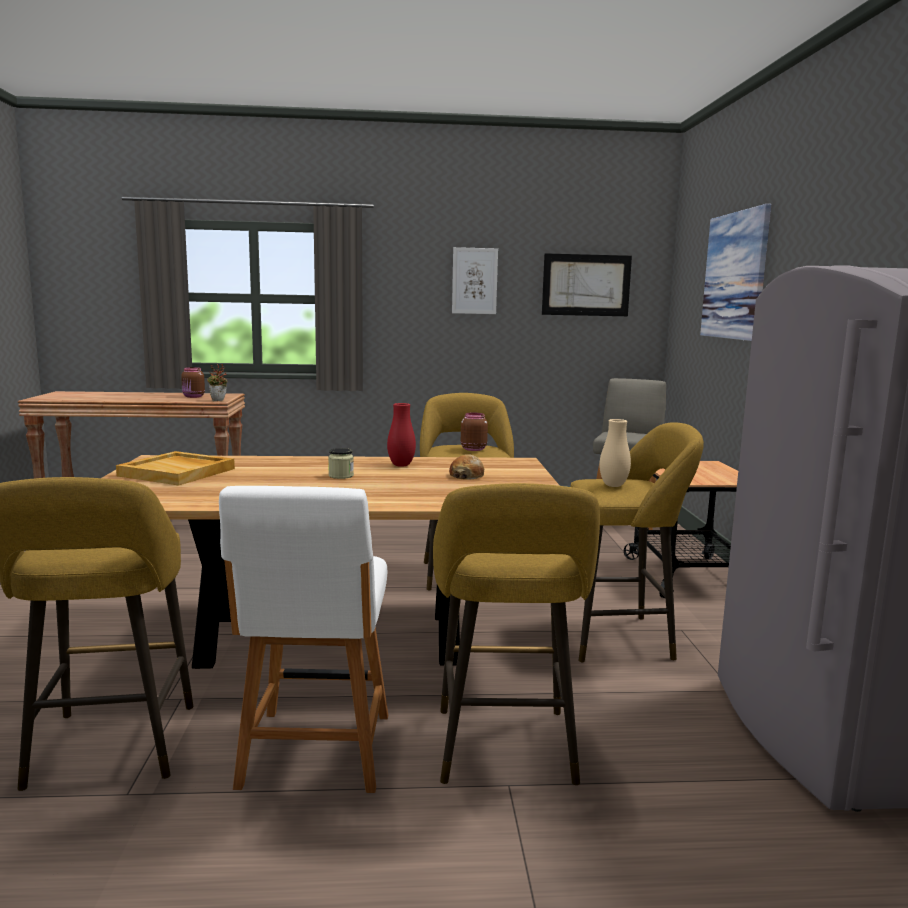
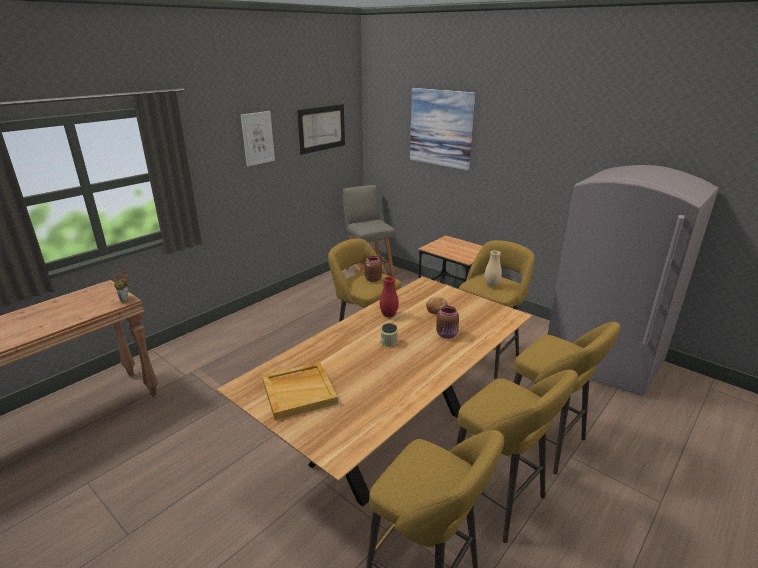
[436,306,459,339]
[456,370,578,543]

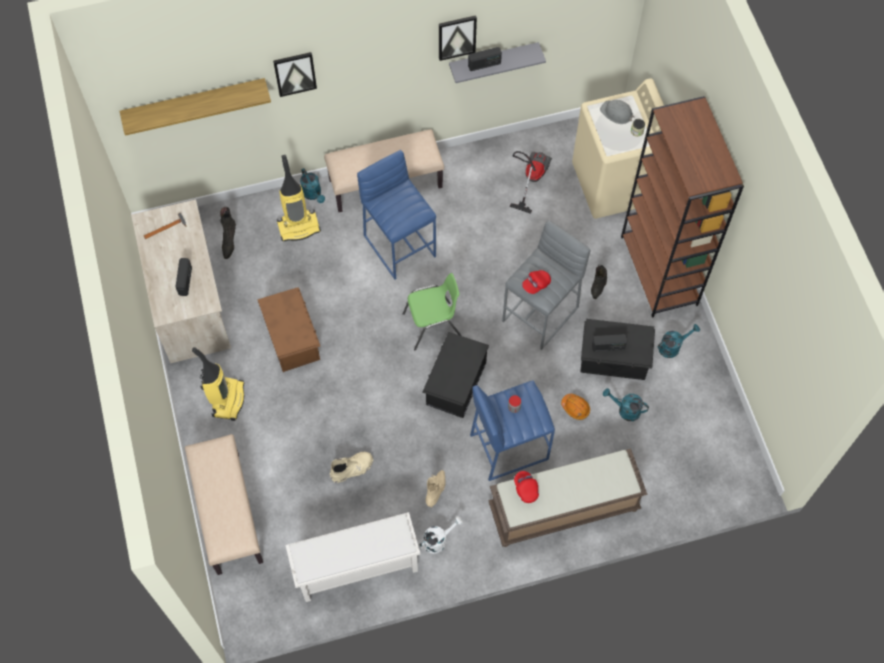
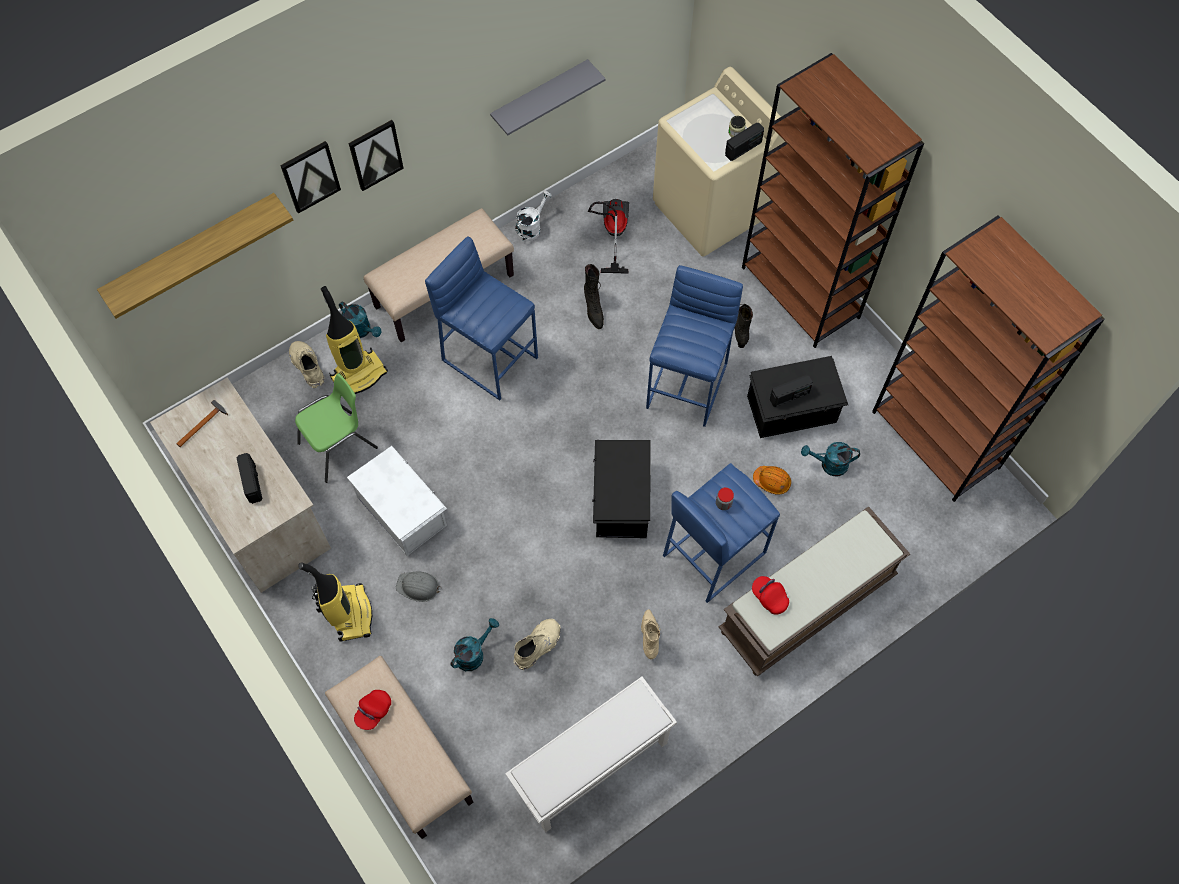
[584,264,604,329]
[347,446,447,556]
[295,373,378,483]
[515,191,552,241]
[348,120,404,191]
[725,122,764,161]
[646,265,743,427]
[354,690,391,730]
[396,571,442,602]
[450,618,499,671]
[289,341,324,388]
[872,216,1105,502]

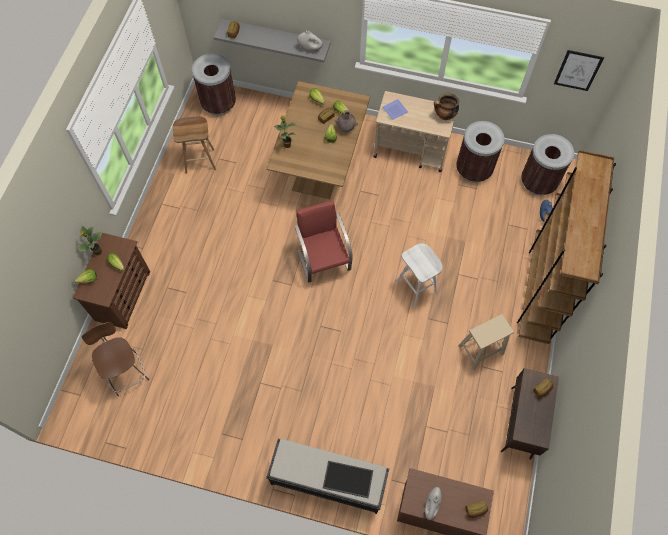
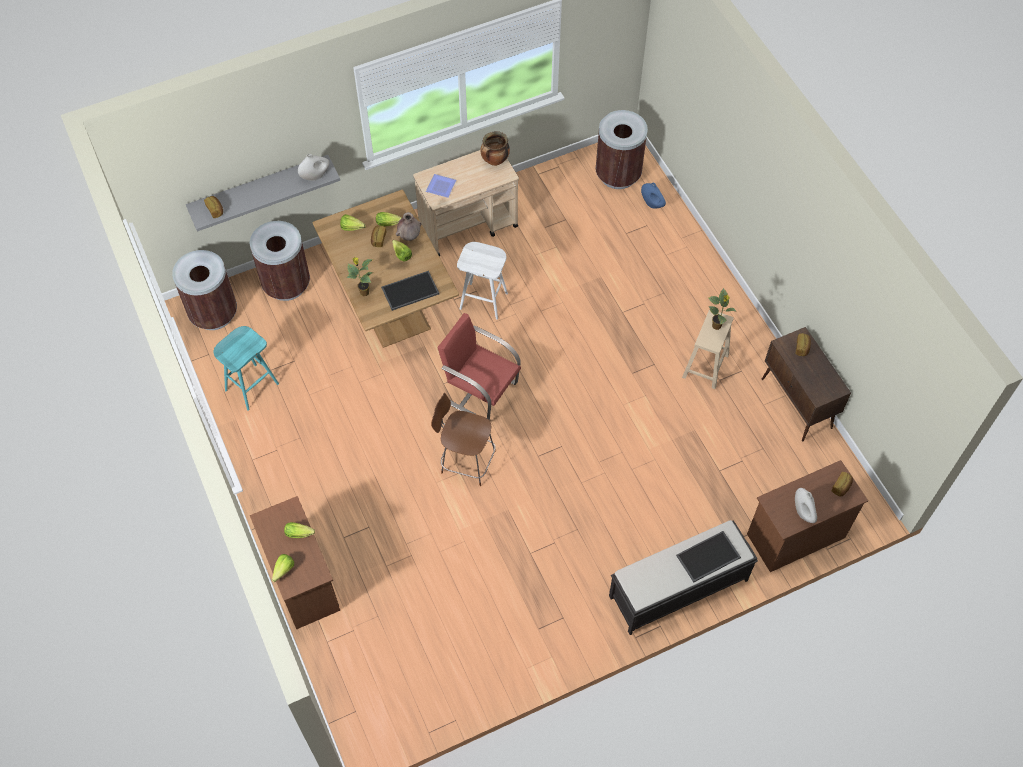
[708,288,736,330]
[431,393,496,486]
[214,326,279,411]
[457,242,508,320]
[250,221,310,301]
[517,150,616,344] (first image)
[554,50,604,91] (first image)
[381,271,440,311]

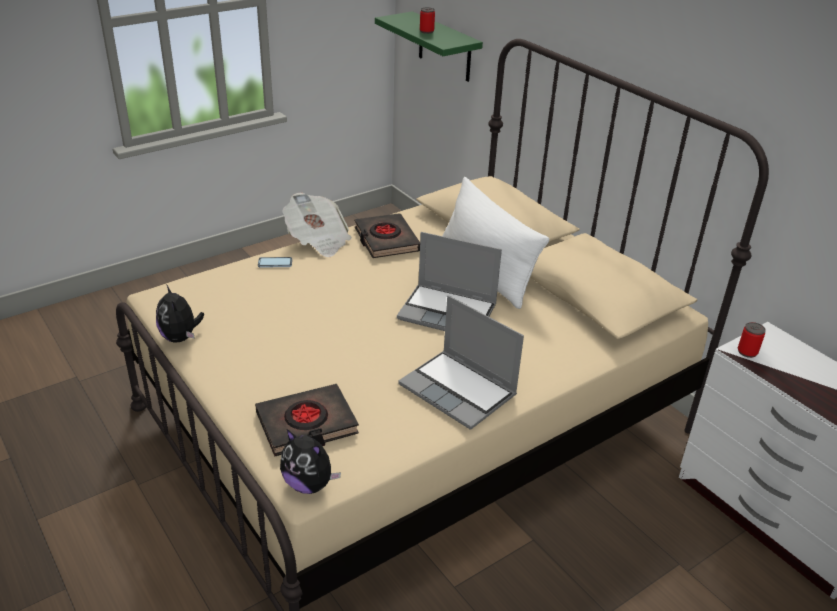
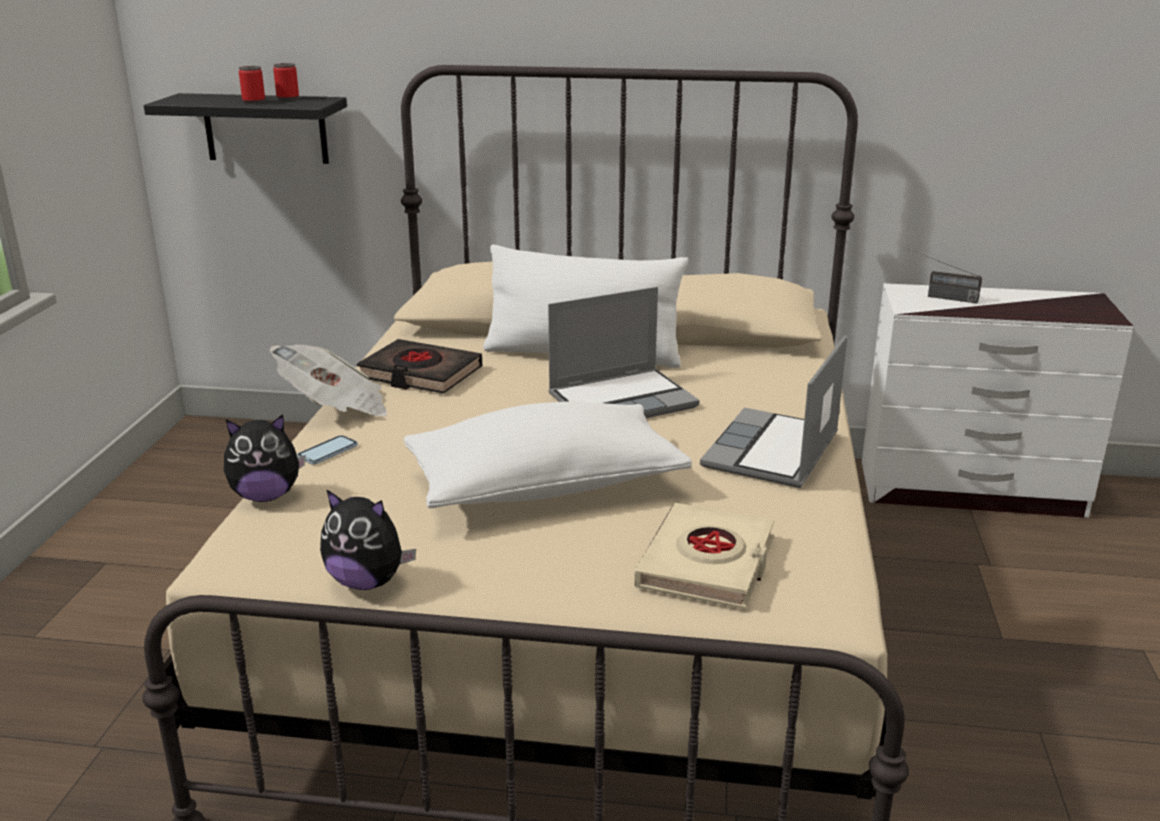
[634,503,774,610]
[224,414,305,502]
[144,93,347,164]
[700,335,847,488]
[273,63,299,100]
[404,401,692,508]
[909,249,982,303]

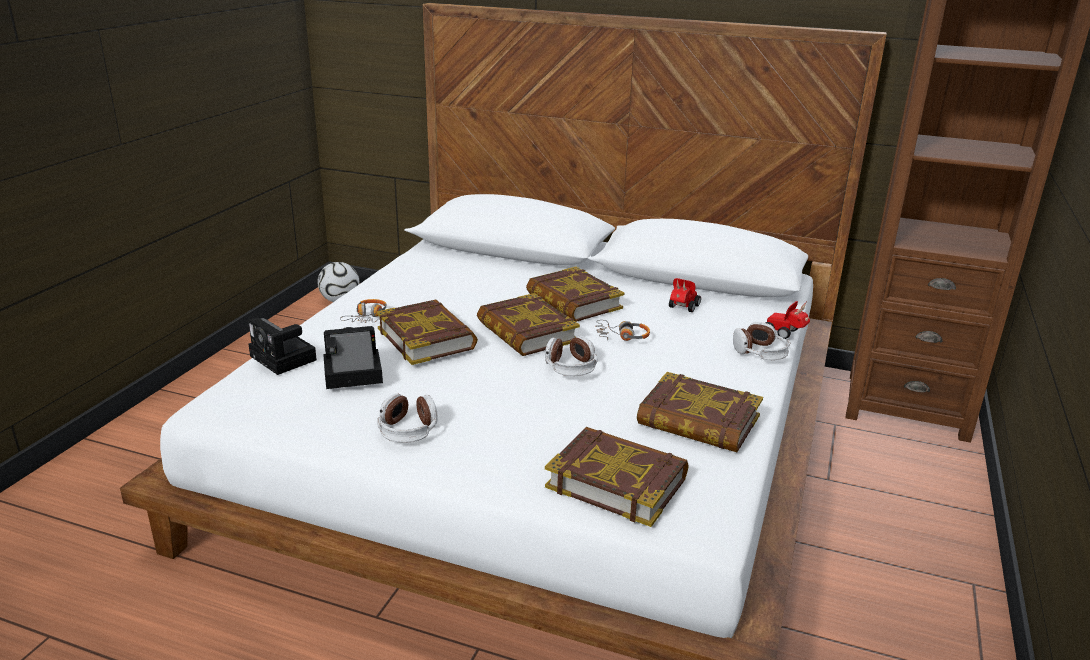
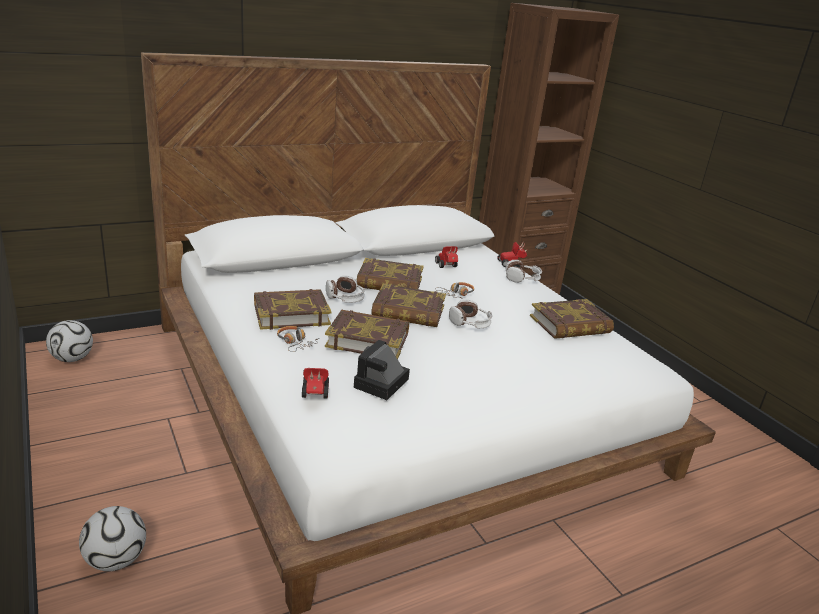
[302,368,329,399]
[326,275,365,303]
[254,289,331,330]
[79,506,146,571]

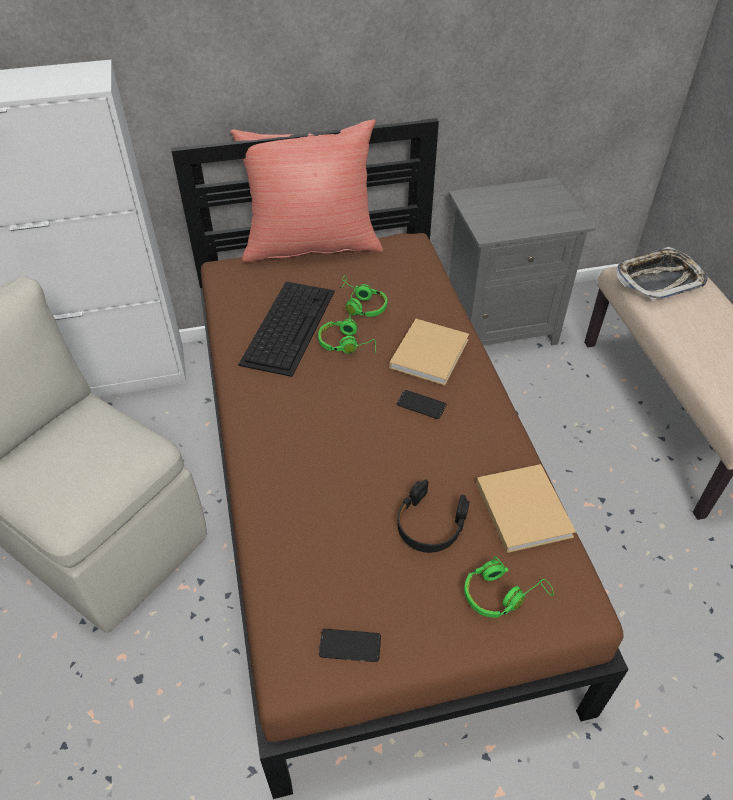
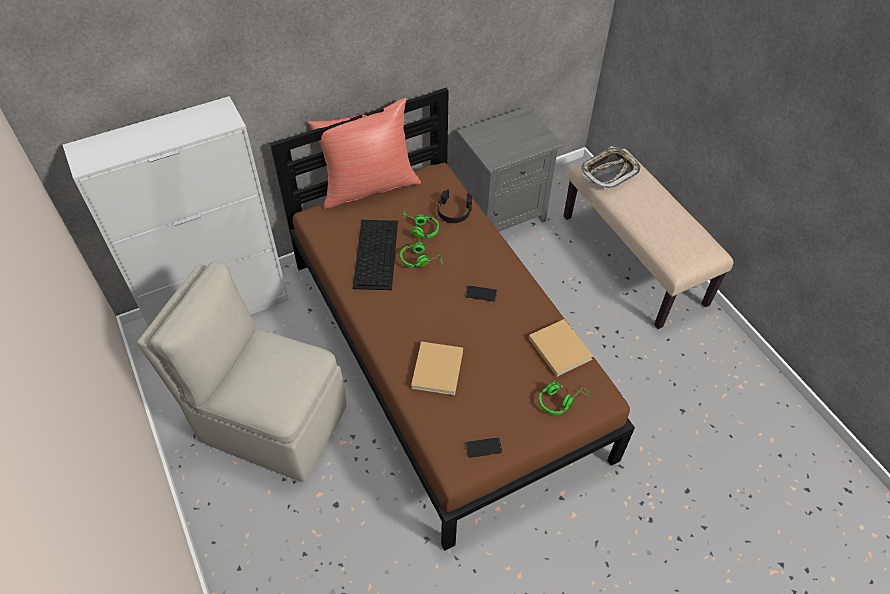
[411,342,463,395]
[437,189,472,223]

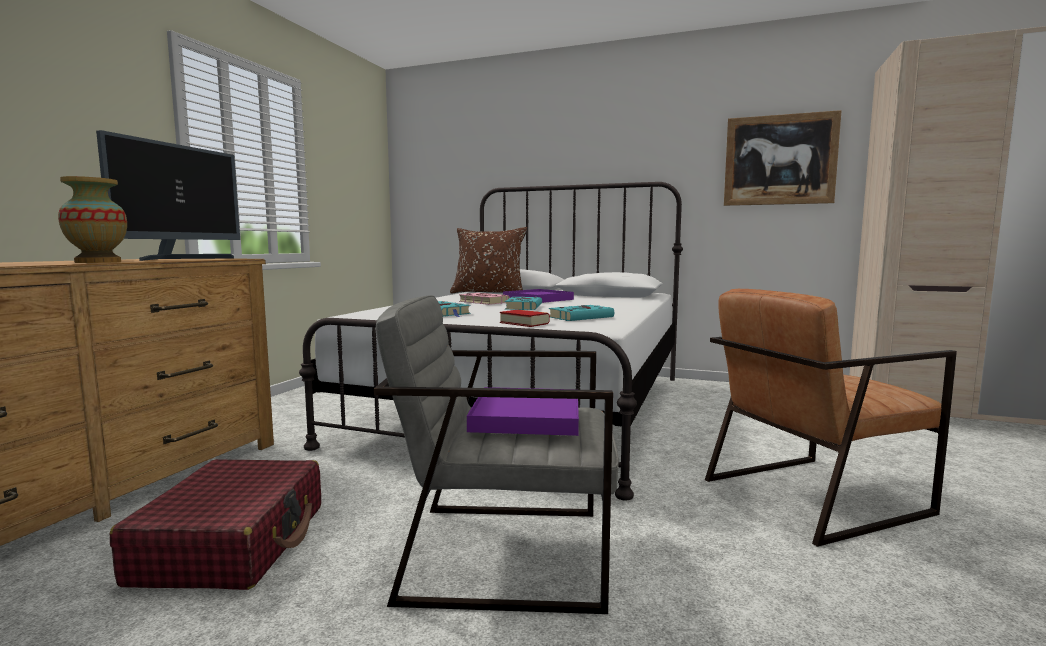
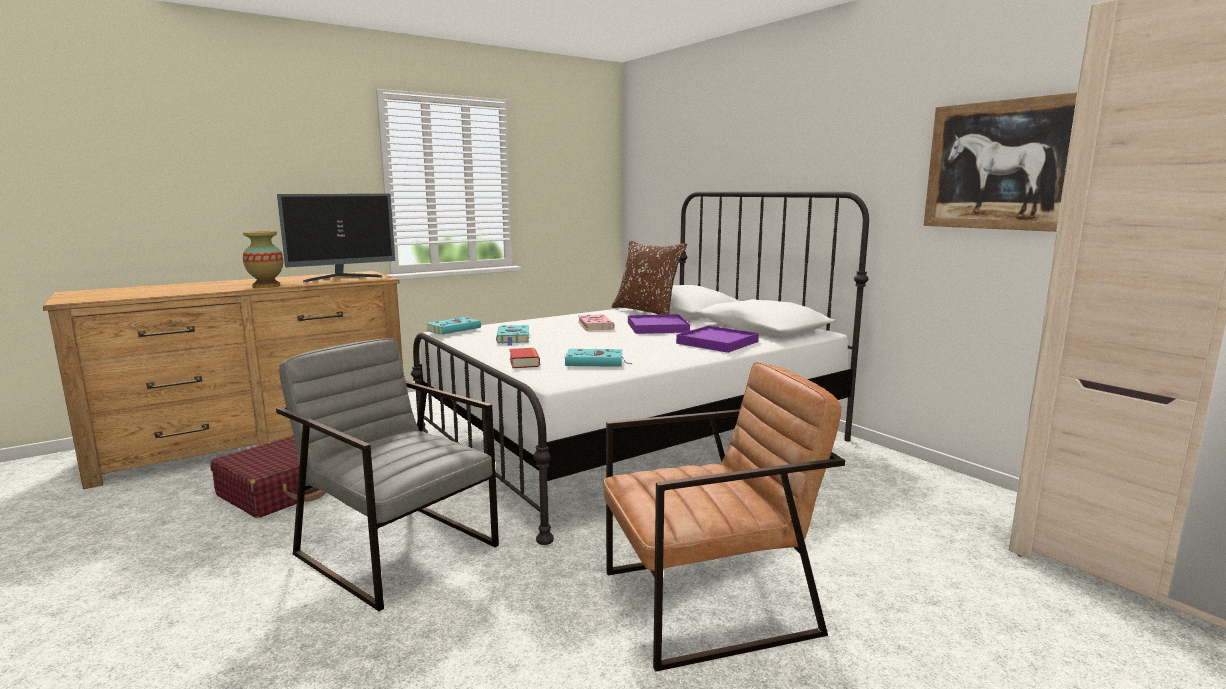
[676,326,759,353]
[426,317,481,335]
[604,362,845,672]

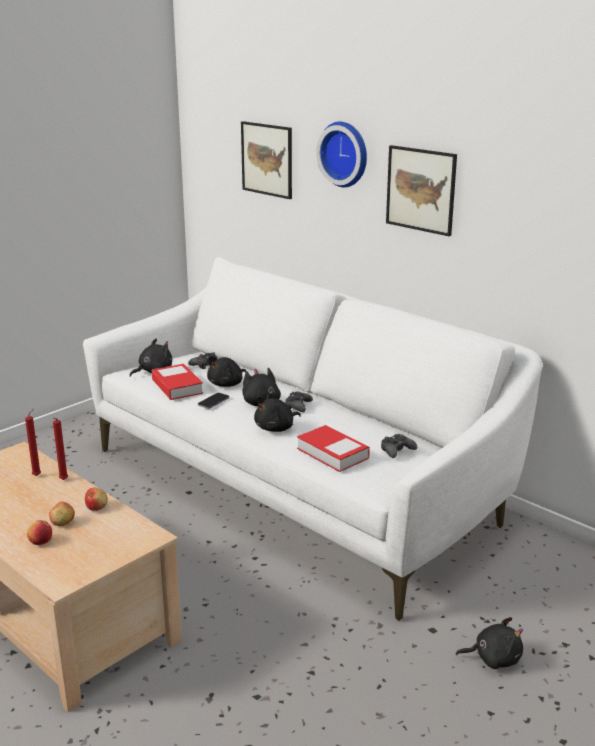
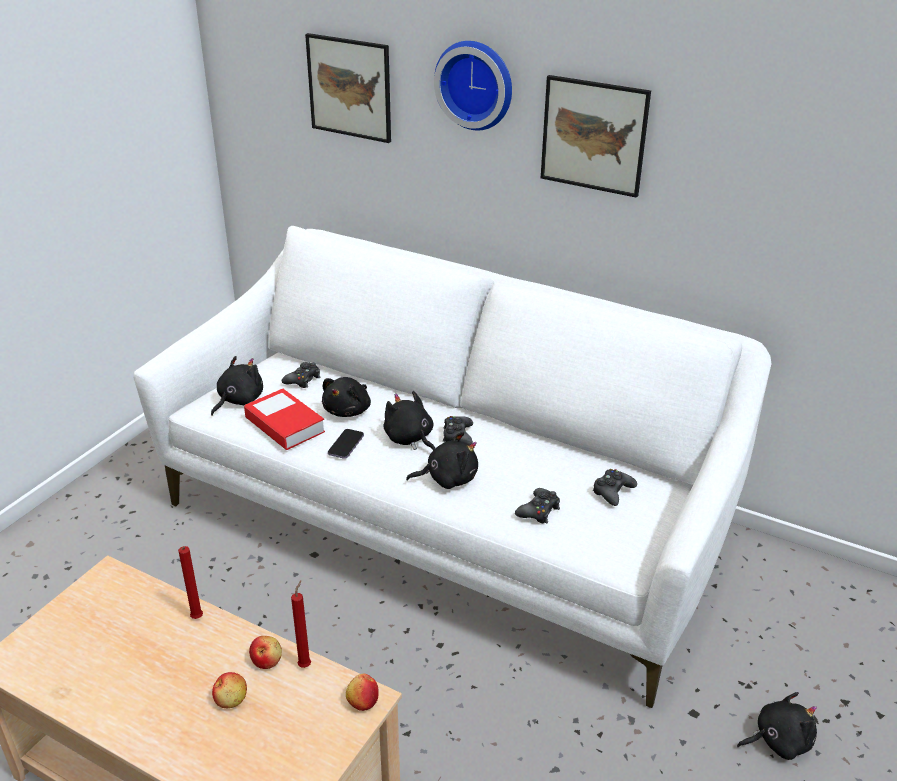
[291,580,311,668]
[346,674,379,711]
[406,432,478,489]
[515,488,560,523]

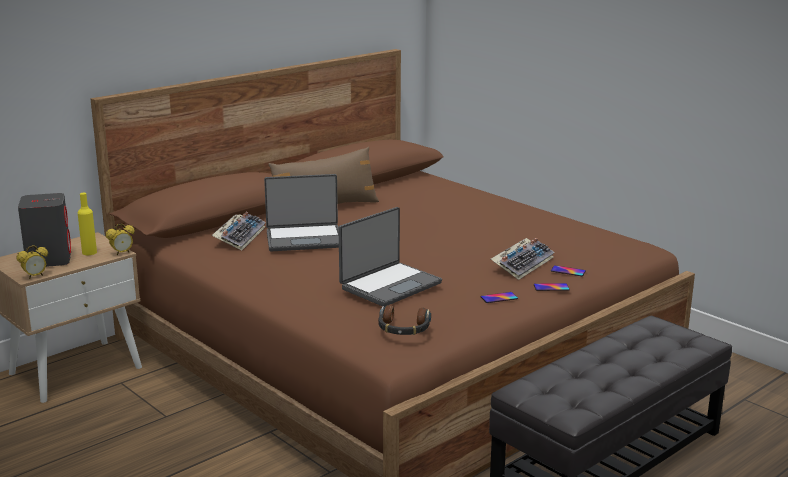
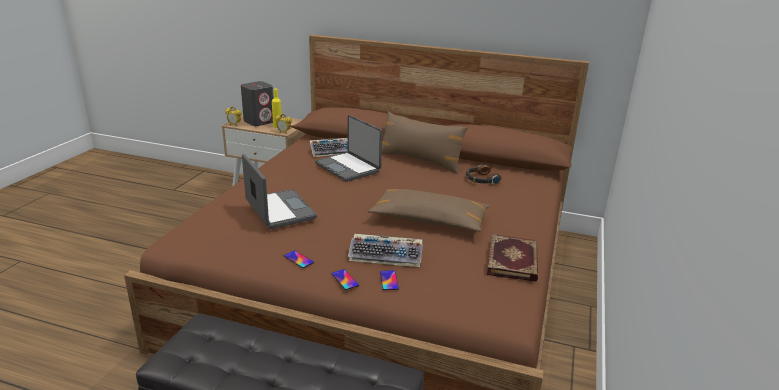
[242,154,317,229]
[466,164,501,184]
[368,189,490,232]
[487,234,538,282]

